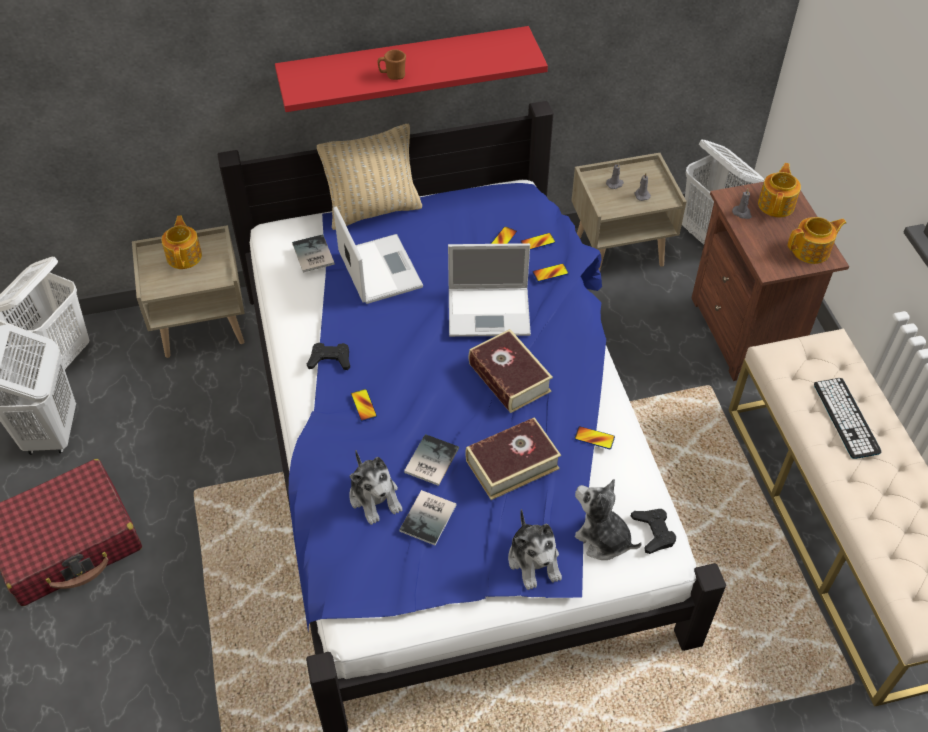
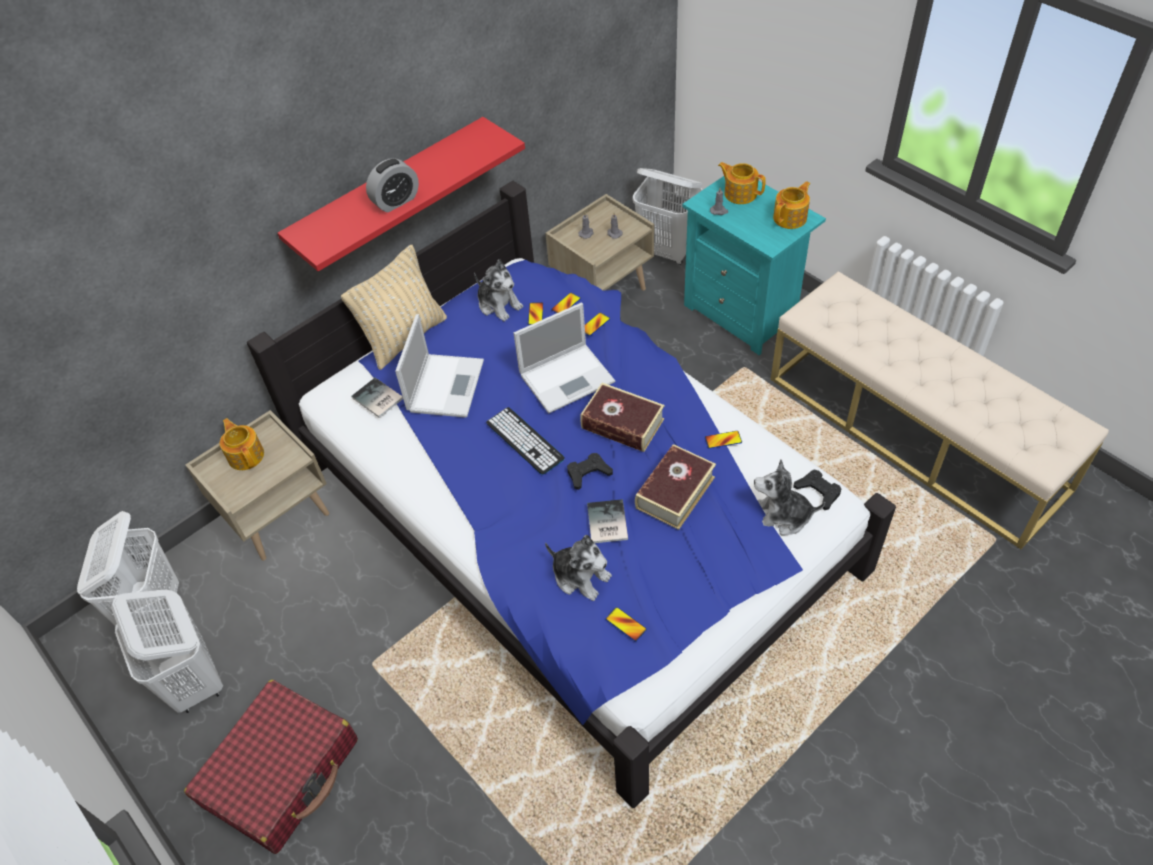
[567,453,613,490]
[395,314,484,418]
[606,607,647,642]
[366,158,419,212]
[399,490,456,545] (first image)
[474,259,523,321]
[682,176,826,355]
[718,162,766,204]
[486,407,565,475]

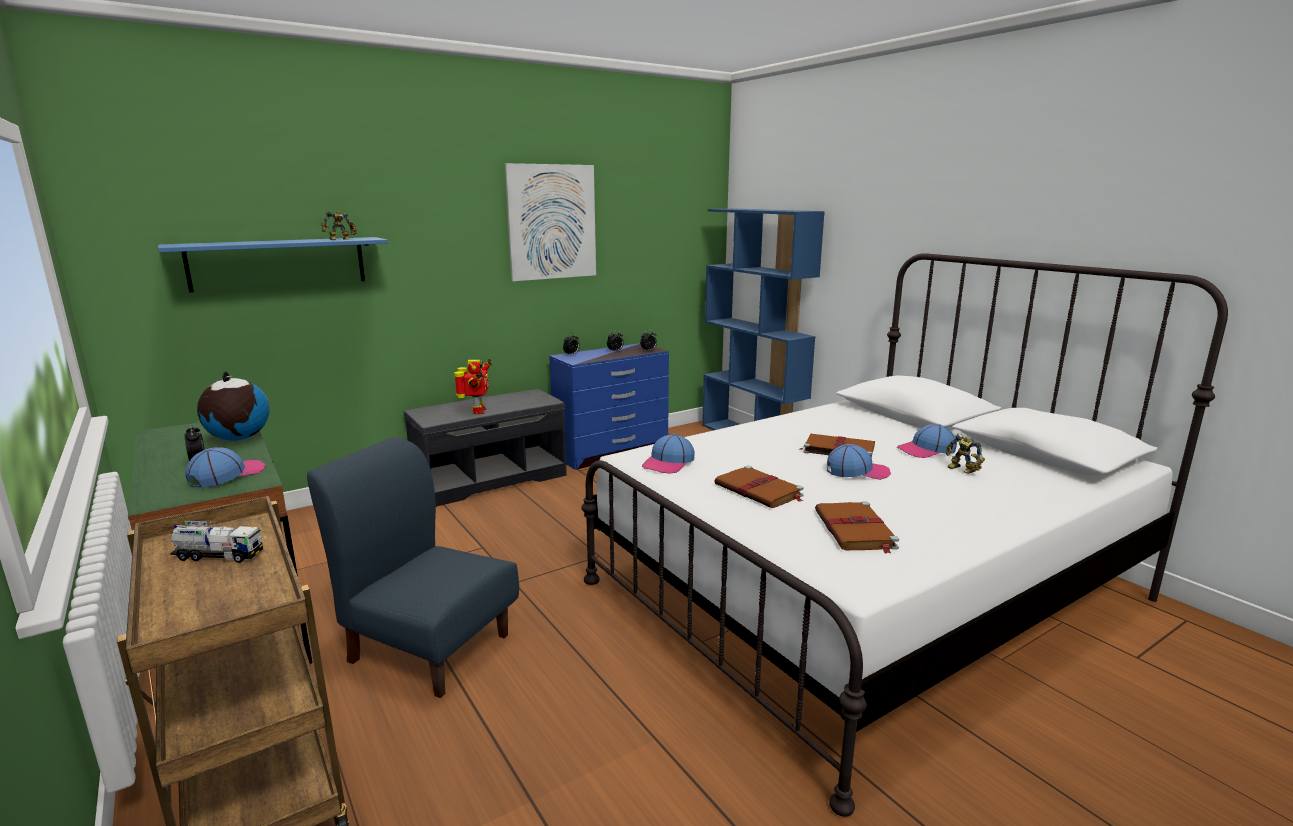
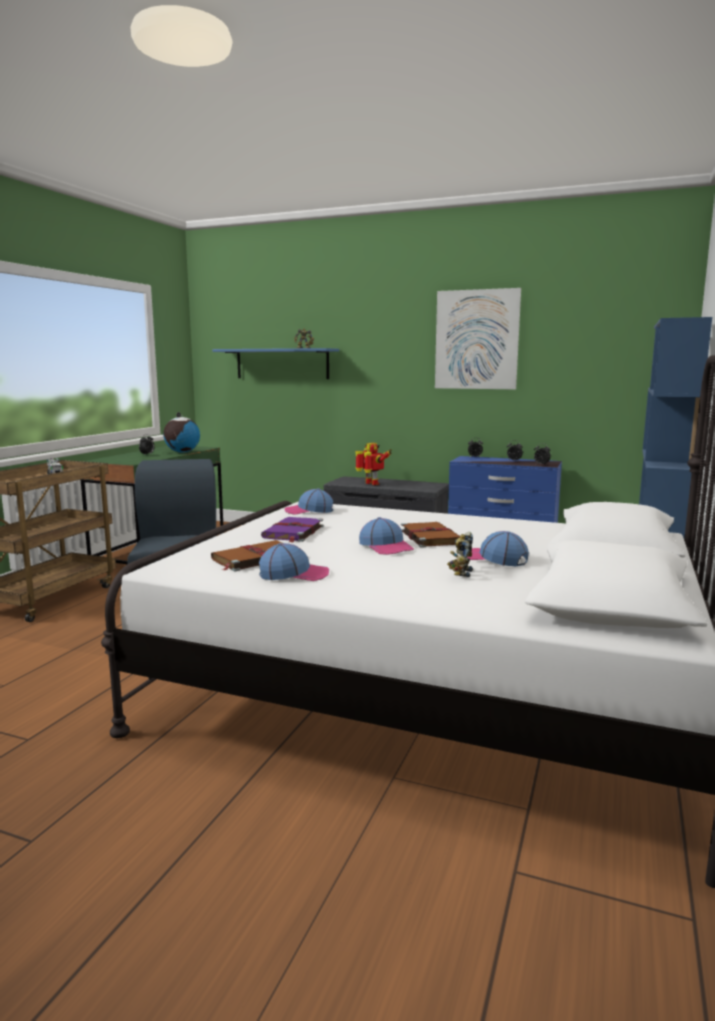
[259,543,329,581]
[355,443,392,485]
[261,517,323,543]

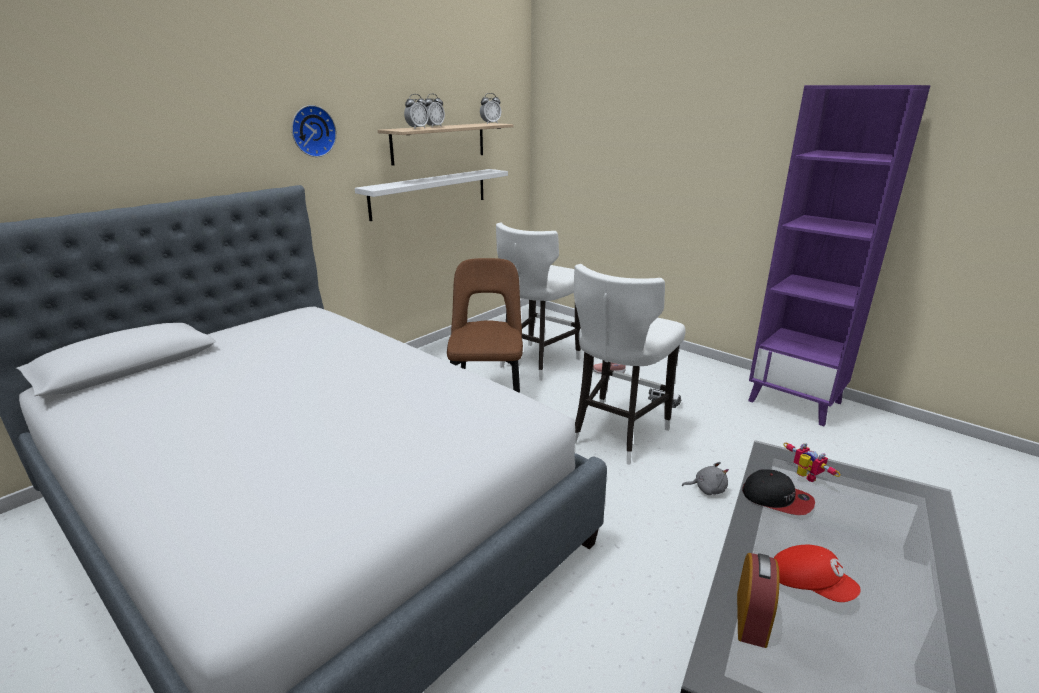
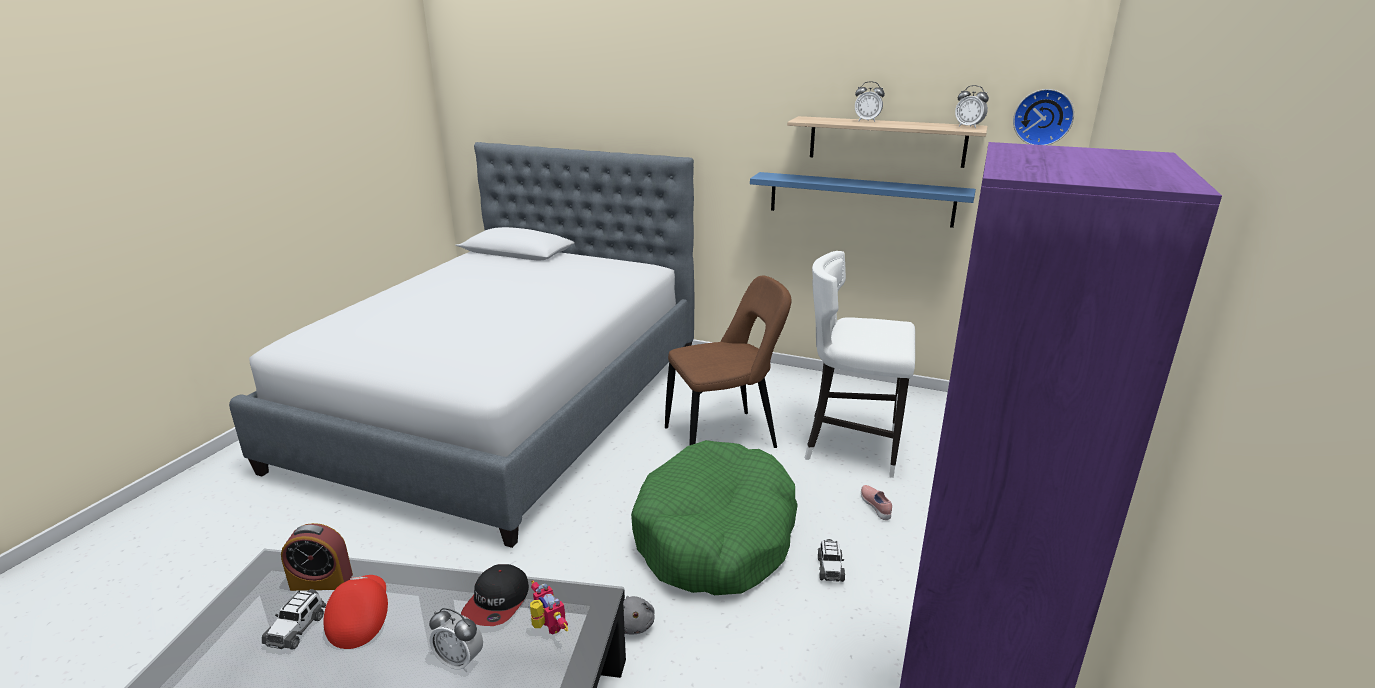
[1013,89,1074,145]
[750,172,976,228]
[429,608,483,672]
[631,440,798,595]
[323,575,388,649]
[530,580,568,634]
[262,589,326,650]

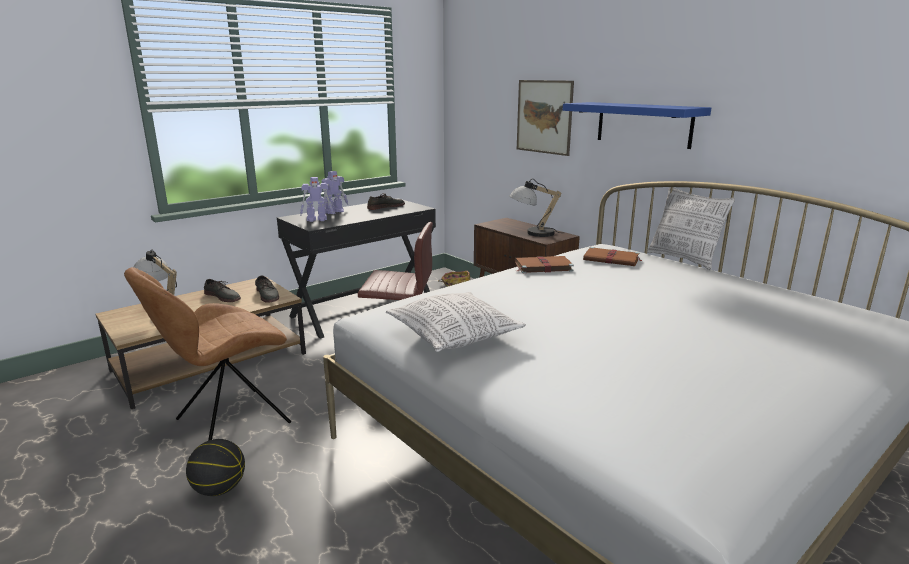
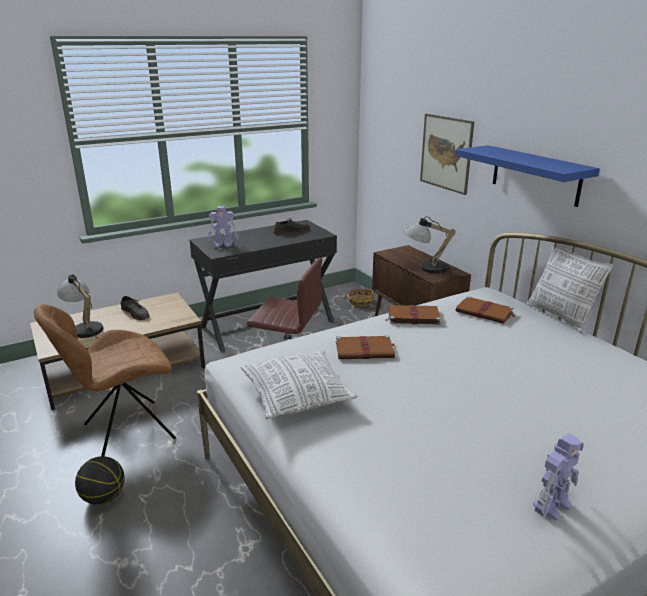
[255,276,279,303] (first image)
[533,433,584,521]
[336,335,395,359]

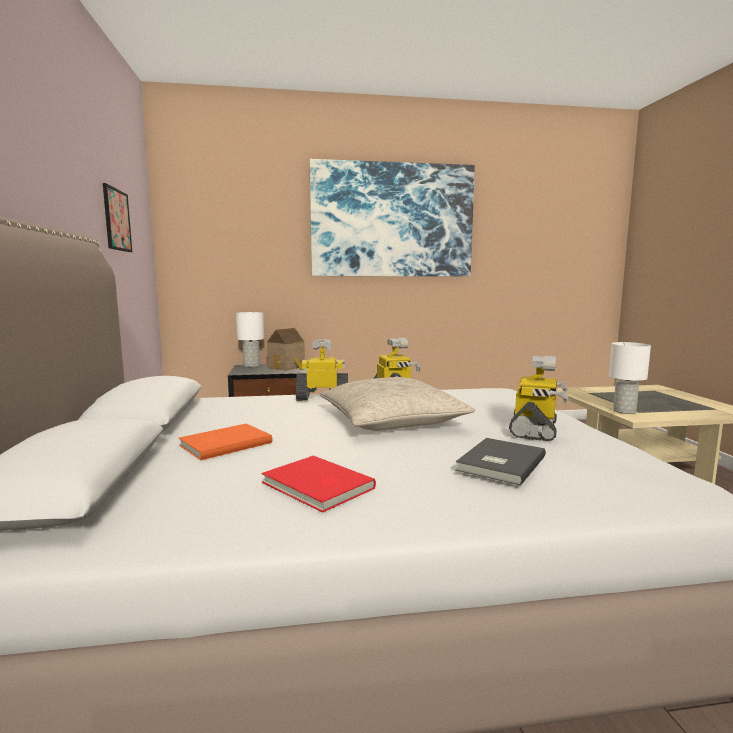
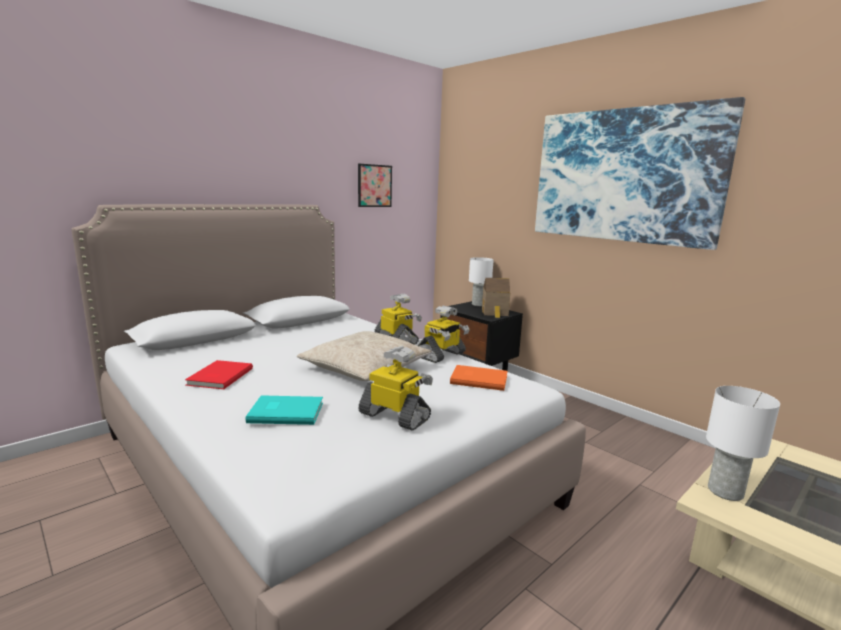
[450,365,508,391]
[246,395,323,425]
[358,346,433,430]

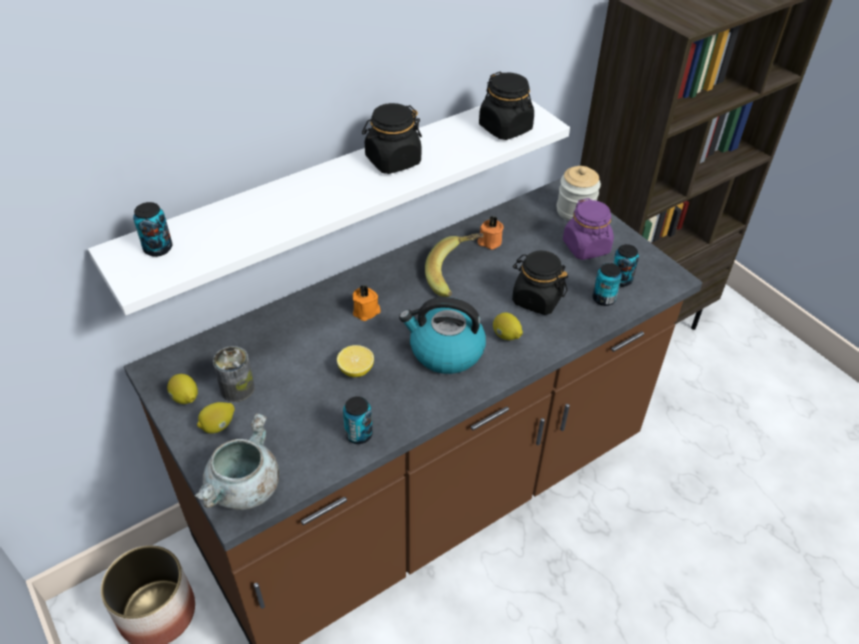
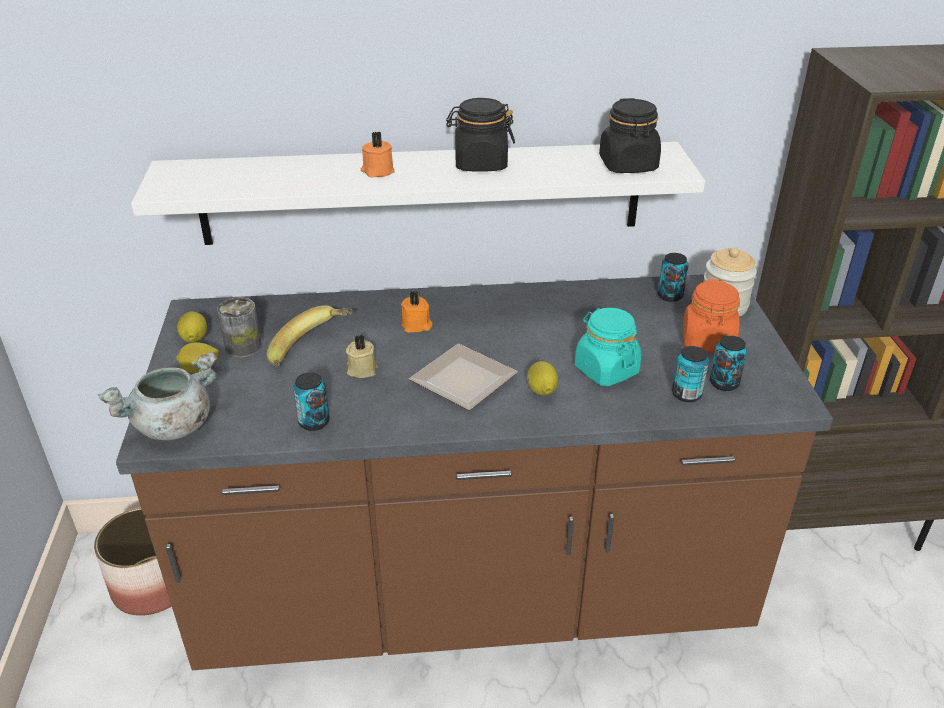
[657,253,688,302]
[346,334,377,378]
[409,344,518,410]
[267,305,353,367]
[361,132,395,177]
[575,308,642,386]
[683,279,740,353]

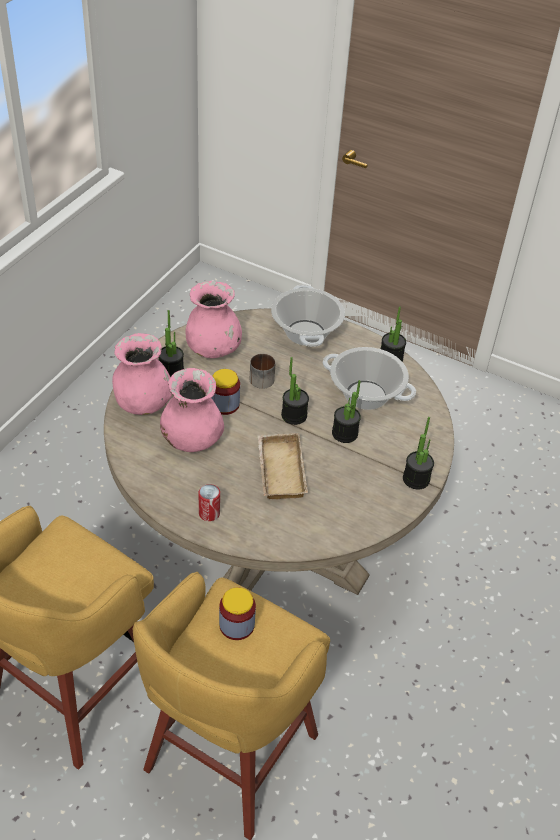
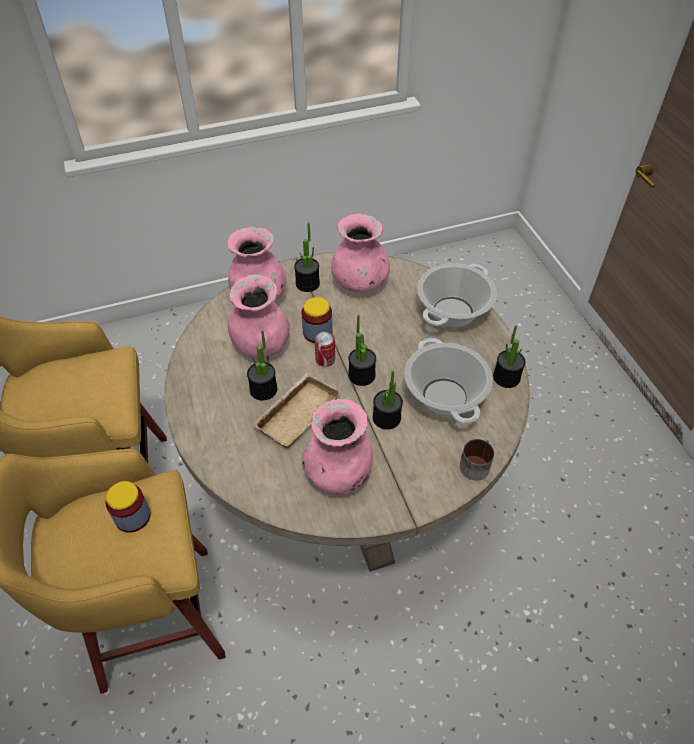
[315,332,335,367]
[460,439,494,480]
[247,330,277,401]
[302,399,373,495]

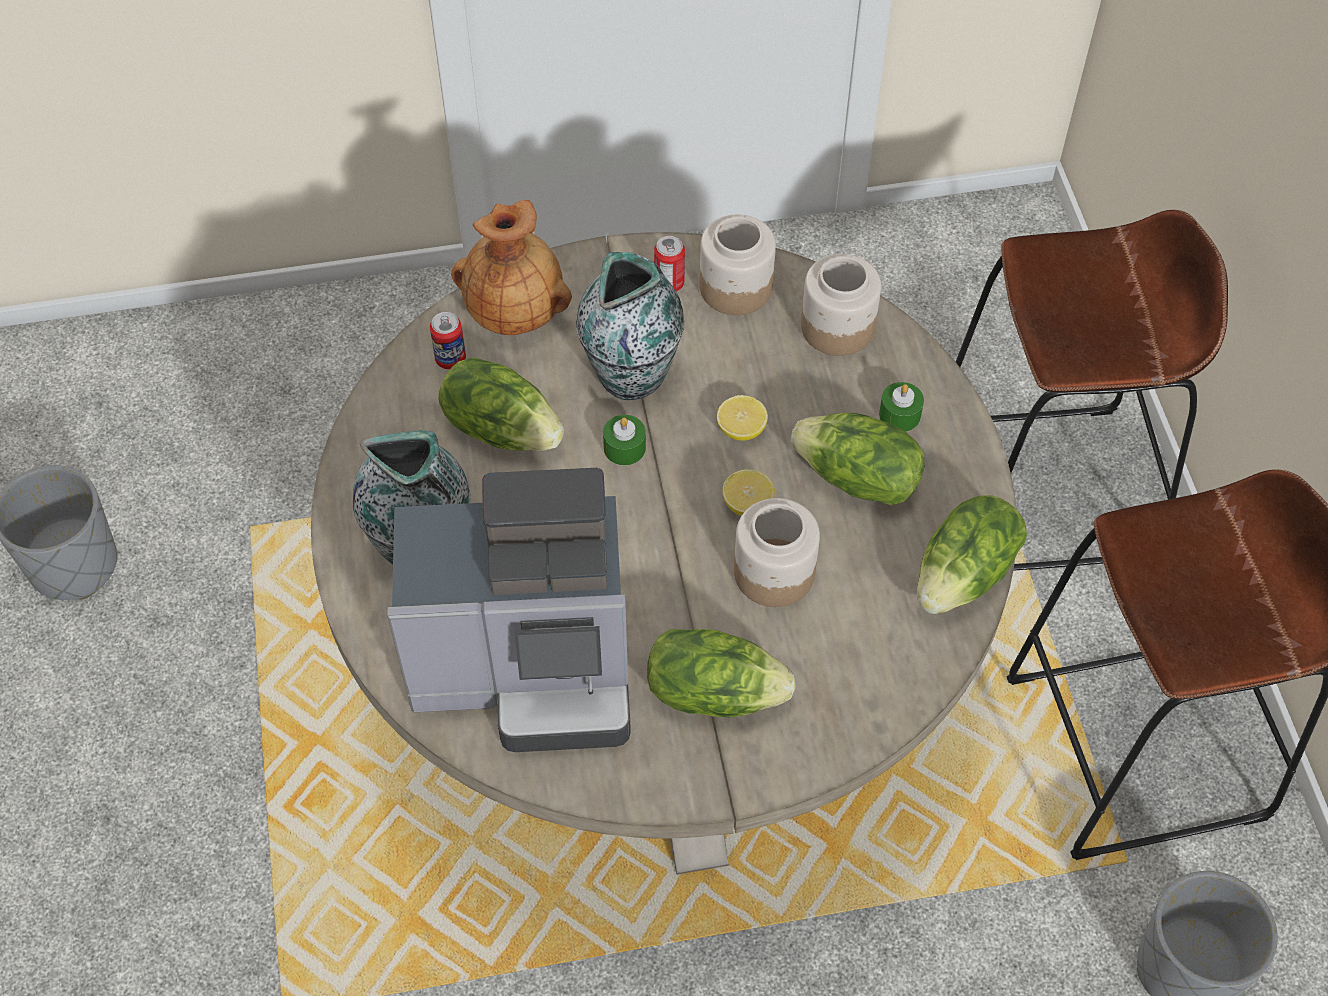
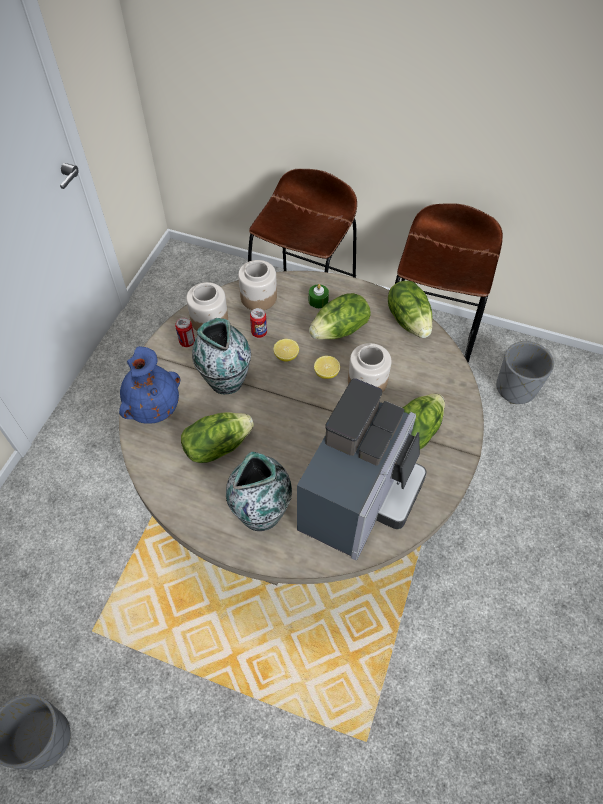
[250,308,267,338]
[119,346,180,424]
[603,415,646,465] (first image)

